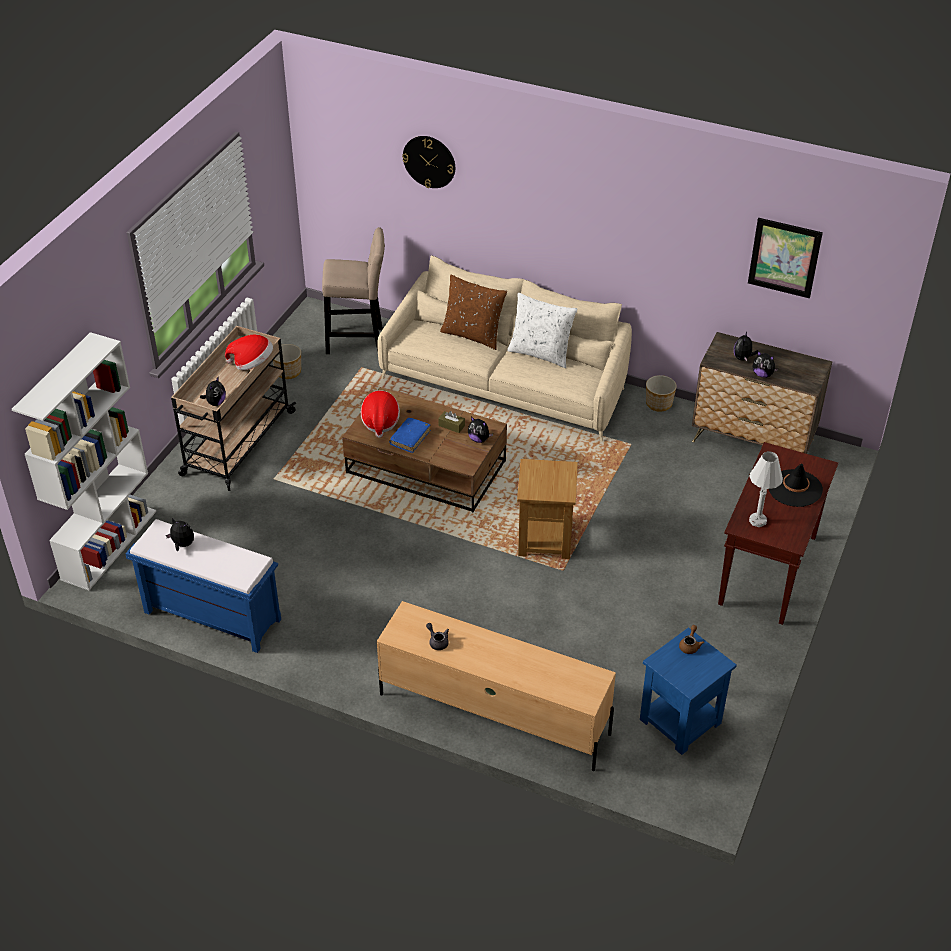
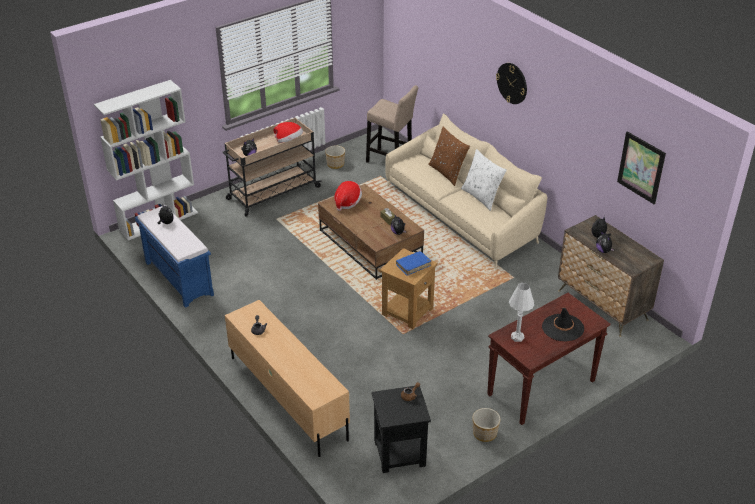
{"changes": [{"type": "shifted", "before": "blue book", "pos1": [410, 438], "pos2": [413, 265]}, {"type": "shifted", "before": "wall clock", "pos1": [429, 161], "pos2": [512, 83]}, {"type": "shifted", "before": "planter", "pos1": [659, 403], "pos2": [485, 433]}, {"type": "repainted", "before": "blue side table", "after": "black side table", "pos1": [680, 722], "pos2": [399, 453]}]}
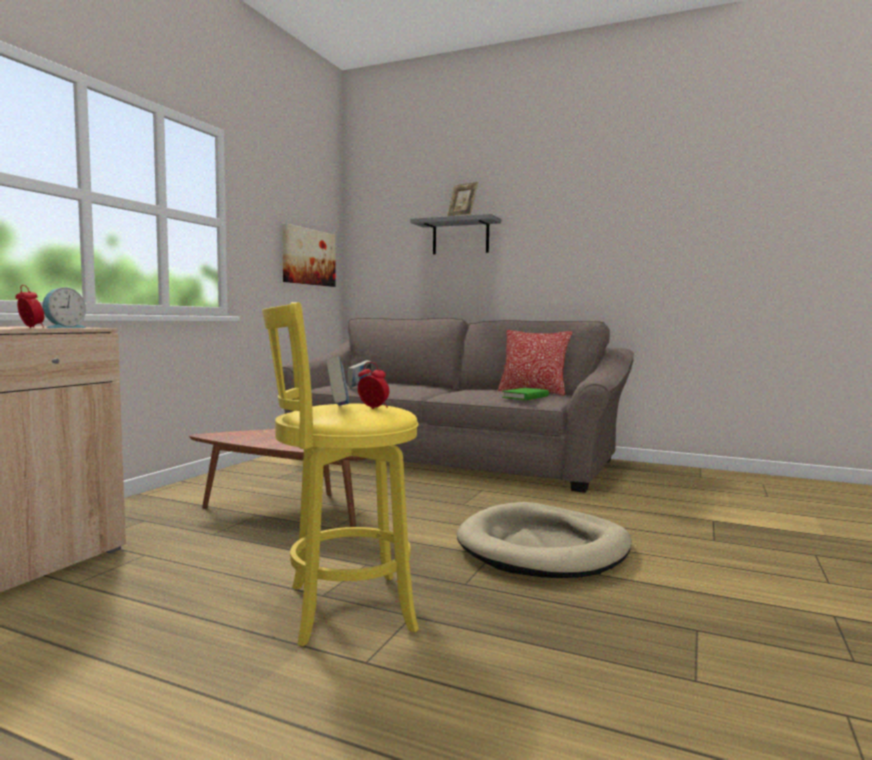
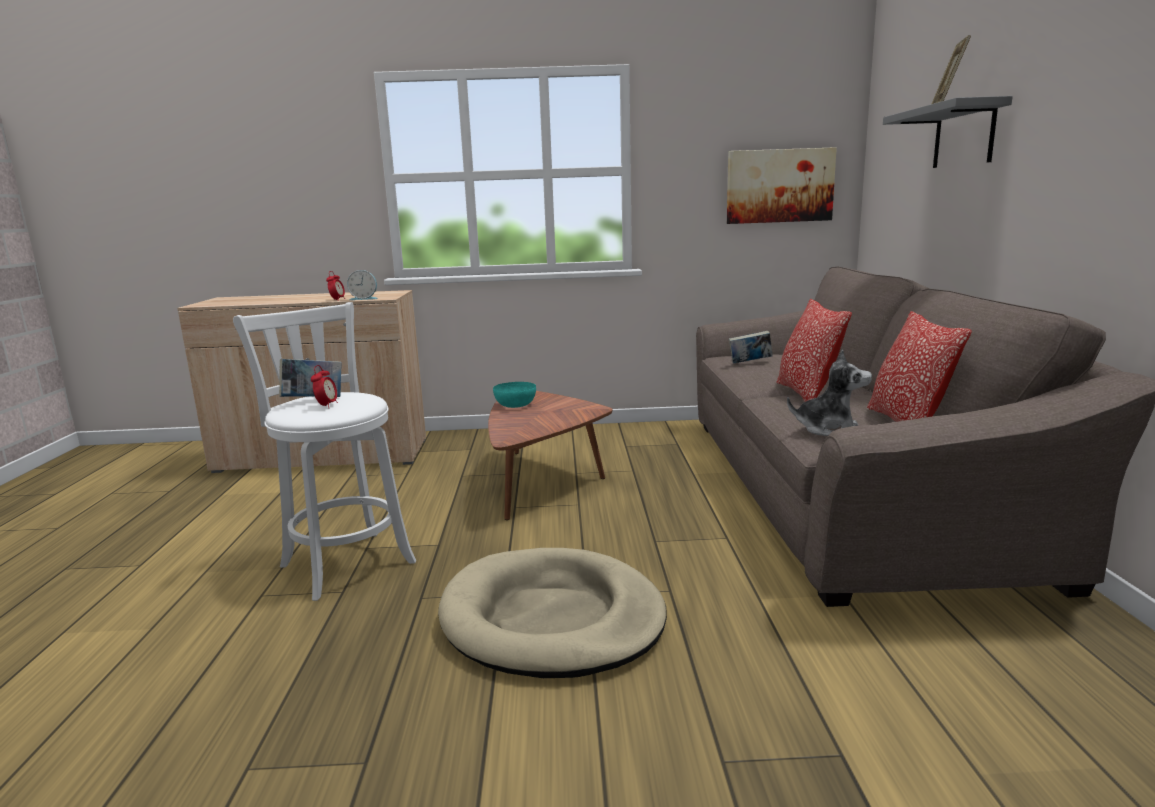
{"changes": [{"type": "new", "after": "turquoise bowl", "pos2": [515, 405]}, {"type": "new", "after": "pillow", "pos2": [807, 394]}, {"type": "swapped", "before": "green book", "after": "plush toy", "pos1": [525, 397], "pos2": [829, 429]}, {"type": "repainted", "before": "yellow stool", "after": "white stool", "pos1": [342, 608], "pos2": [345, 561]}]}
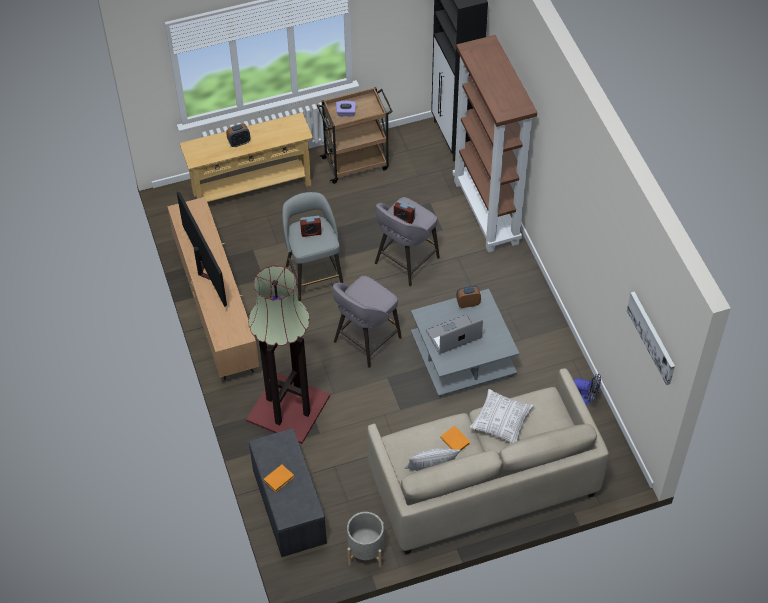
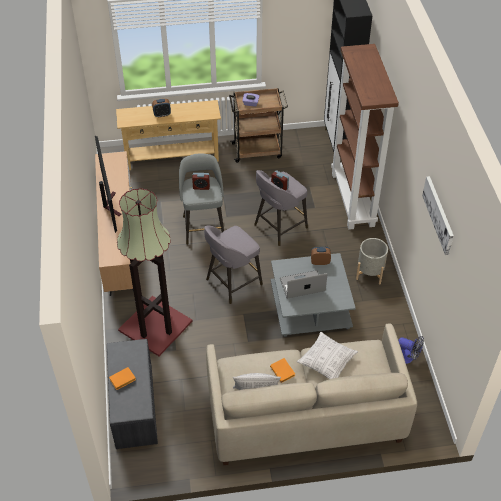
{"changes": [{"type": "shifted", "before": "grey planter", "pos1": [366, 551], "pos2": [370, 272]}, {"type": "shifted", "before": "picture", "pos1": [652, 337], "pos2": [439, 214]}]}
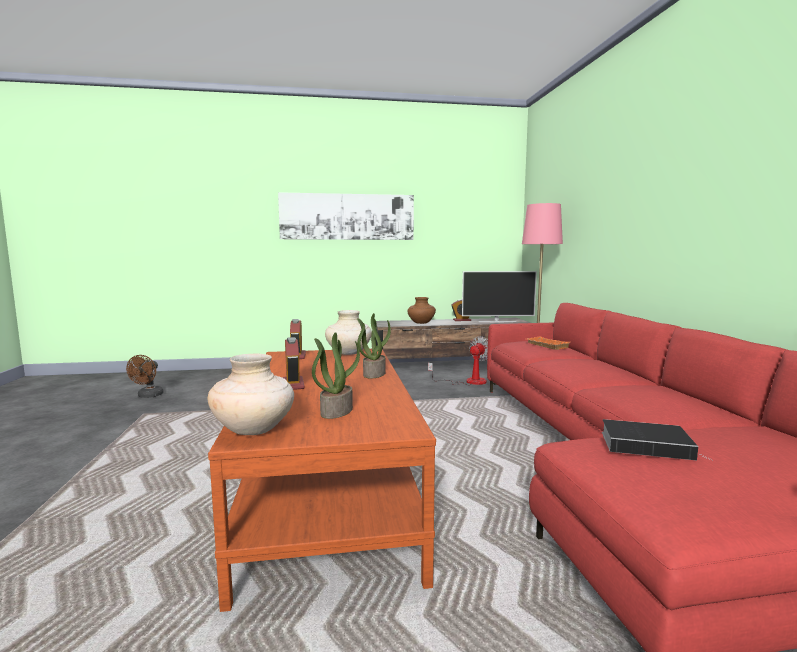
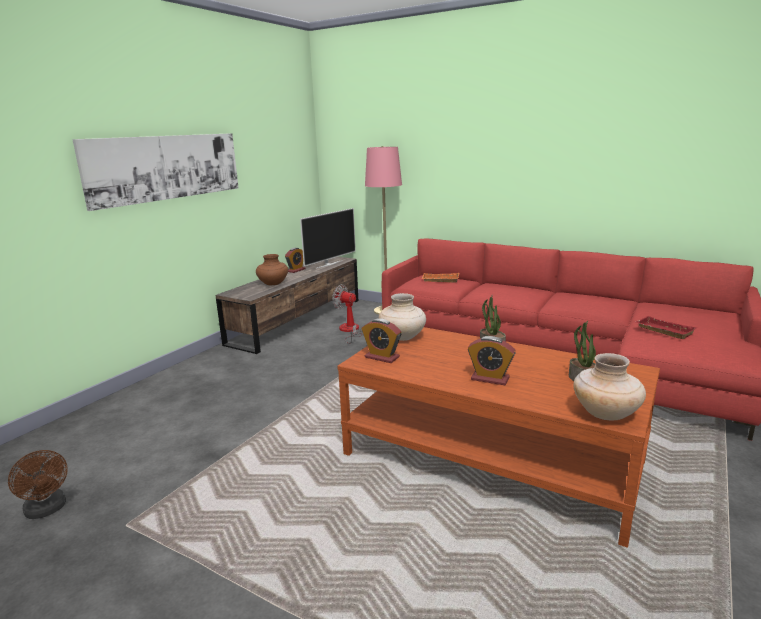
{"changes": [{"type": "swapped", "before": "book", "after": "red tray", "pos1": [648, 445], "pos2": [663, 331]}, {"type": "rotated", "before": "fan", "pos1": [468, 382], "pos2": [349, 331], "turn": -45}]}
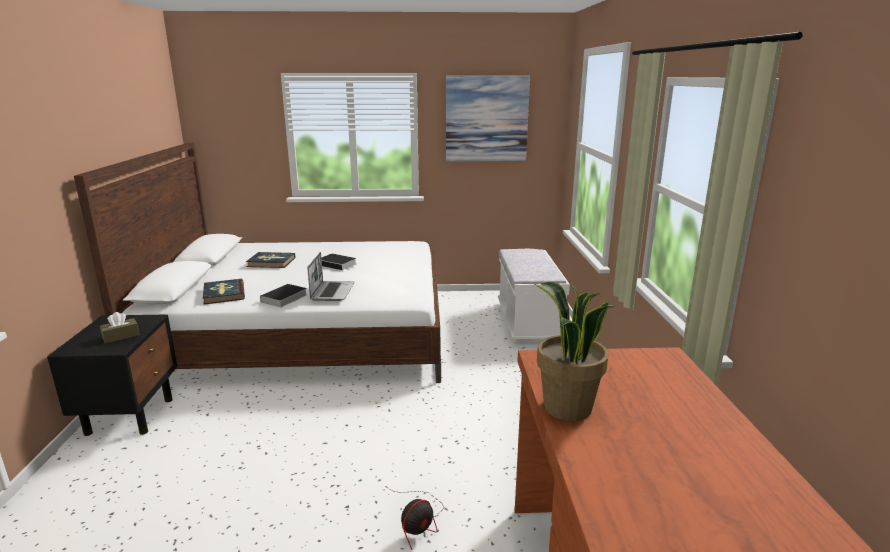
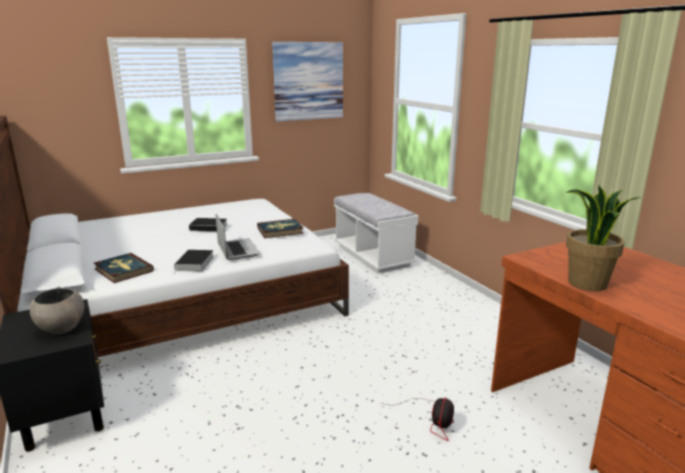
{"changes": [{"type": "shifted", "before": "book", "pos1": [271, 262], "pos2": [280, 230]}, {"type": "swapped", "before": "brown tissue box", "after": "grey bowl", "pos1": [121, 336], "pos2": [61, 328]}]}
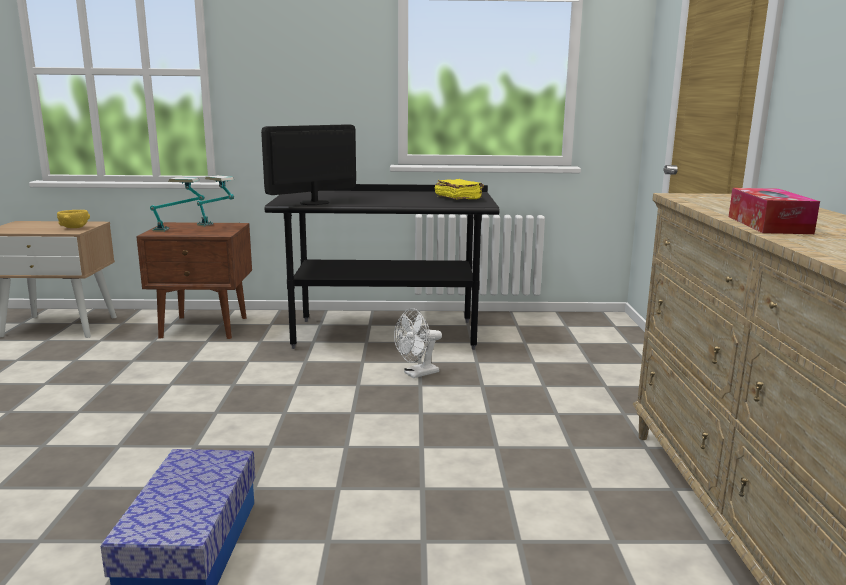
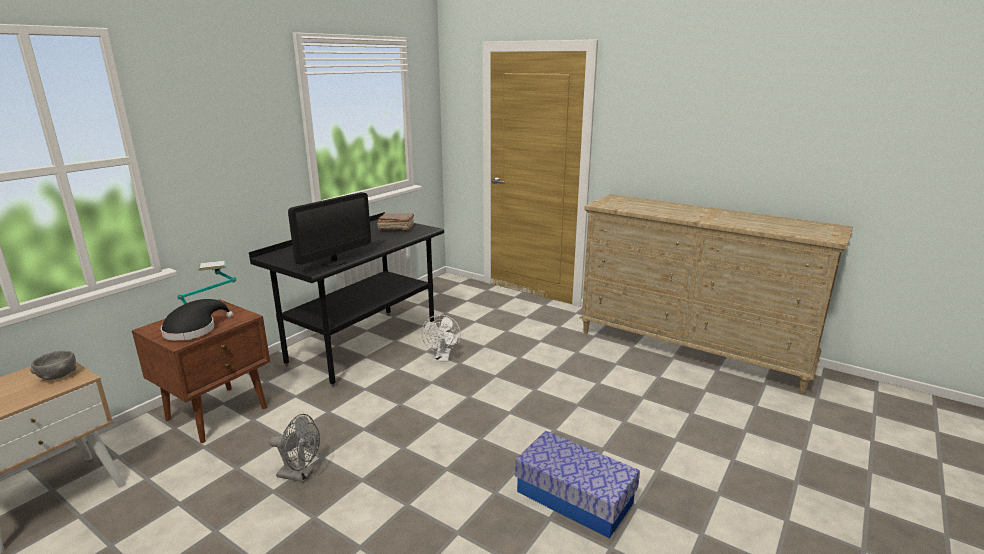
{"changes": [{"type": "gone", "before": "tissue box", "pos1": [768, 225]}, {"type": "new", "after": "grey fan", "pos2": [300, 475]}, {"type": "swapped", "before": "table lamp", "after": "black hat", "pos1": [180, 231], "pos2": [194, 330]}, {"type": "repainted", "before": "yellow bowl", "after": "grey bowl", "pos1": [74, 228], "pos2": [58, 376]}, {"type": "repainted", "before": "yellow book", "after": "brown book", "pos1": [458, 198], "pos2": [396, 228]}, {"type": "rotated", "before": "monitor", "pos1": [314, 203], "pos2": [334, 262], "turn": -135}]}
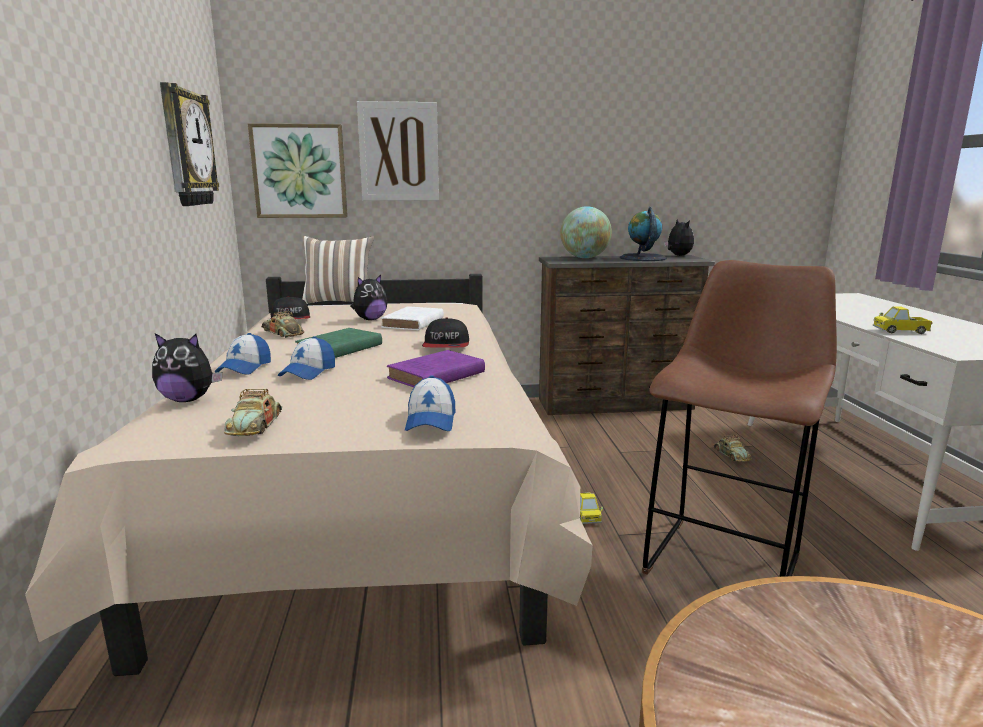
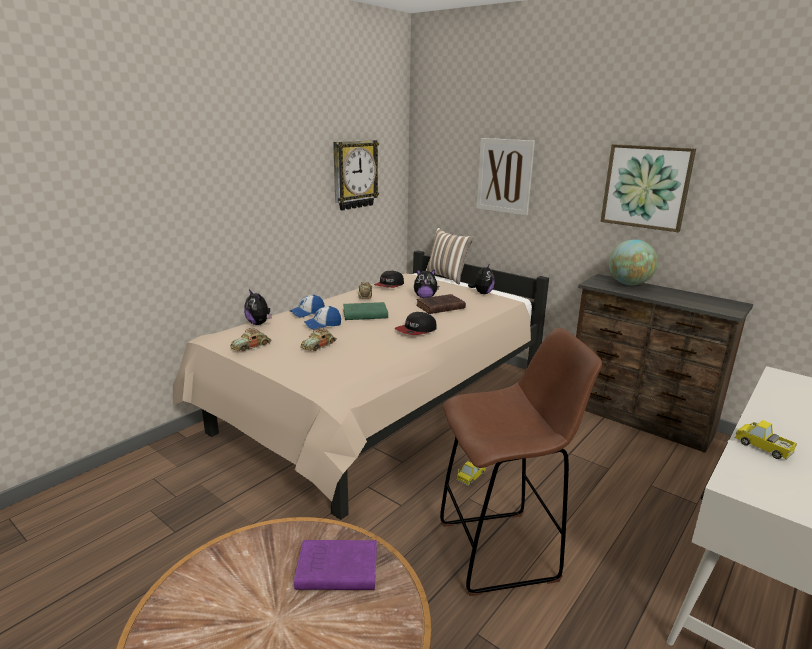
{"changes": [{"type": "gone", "before": "cap", "pos1": [430, 421]}, {"type": "gone", "before": "globe", "pos1": [642, 258]}, {"type": "shifted", "before": "picture", "pos1": [299, 171], "pos2": [646, 187]}, {"type": "shifted", "before": "purple book", "pos1": [434, 376], "pos2": [335, 569]}, {"type": "shifted", "before": "plush toy", "pos1": [678, 255], "pos2": [482, 293]}, {"type": "shifted", "before": "toy car", "pos1": [731, 455], "pos2": [319, 345]}, {"type": "repainted", "before": "white book", "after": "brown book", "pos1": [412, 323], "pos2": [439, 307]}]}
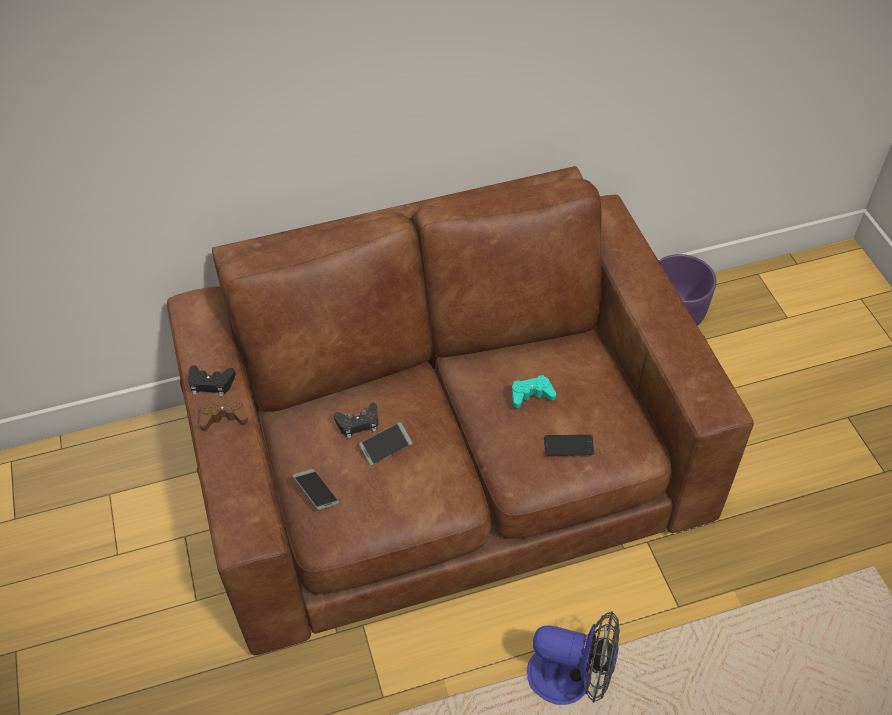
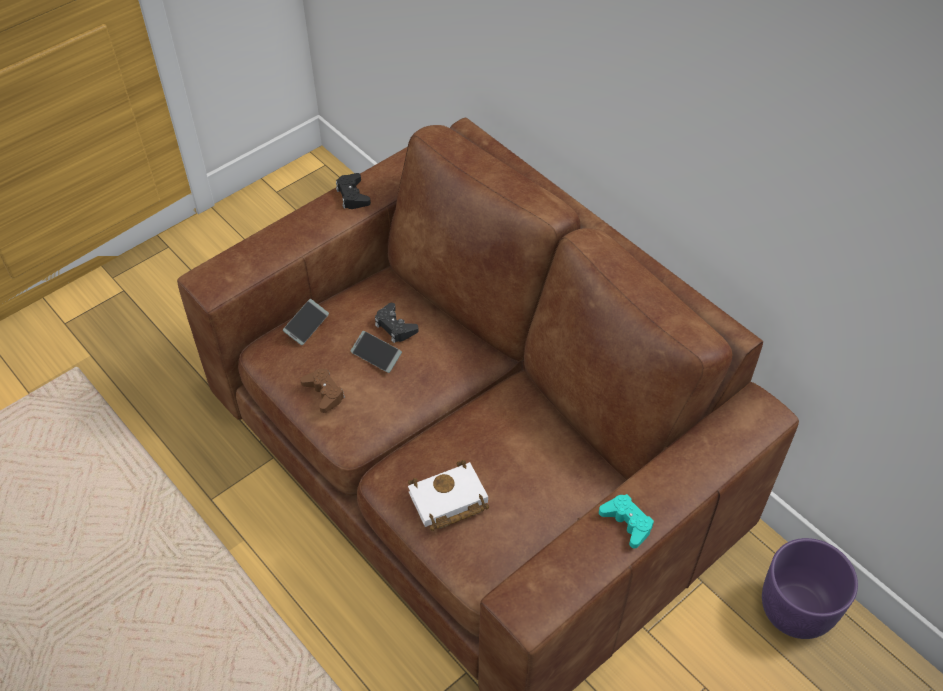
{"changes": [{"type": "gone", "before": "fan", "pos1": [571, 677]}, {"type": "shifted", "before": "brown game controller", "pos1": [224, 417], "pos2": [324, 393]}, {"type": "shifted", "before": "turquoise game controller", "pos1": [531, 395], "pos2": [627, 523]}, {"type": "swapped", "before": "phone", "after": "white book", "pos1": [568, 446], "pos2": [447, 501]}]}
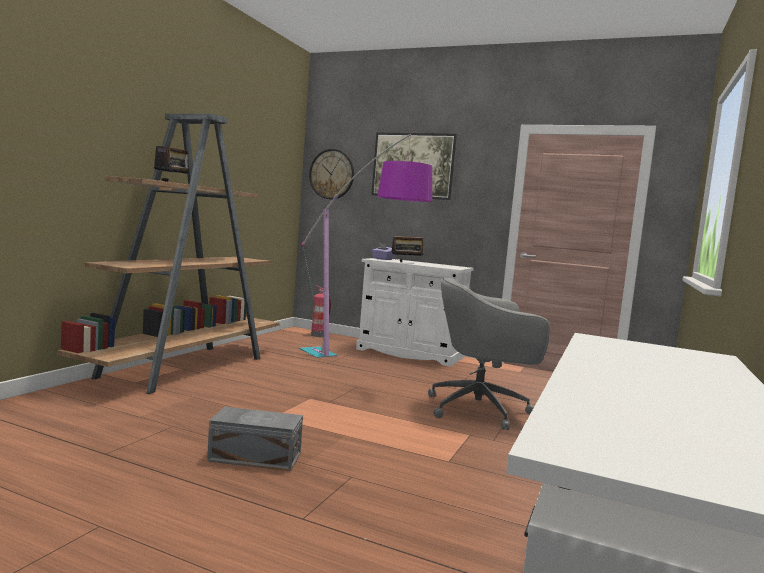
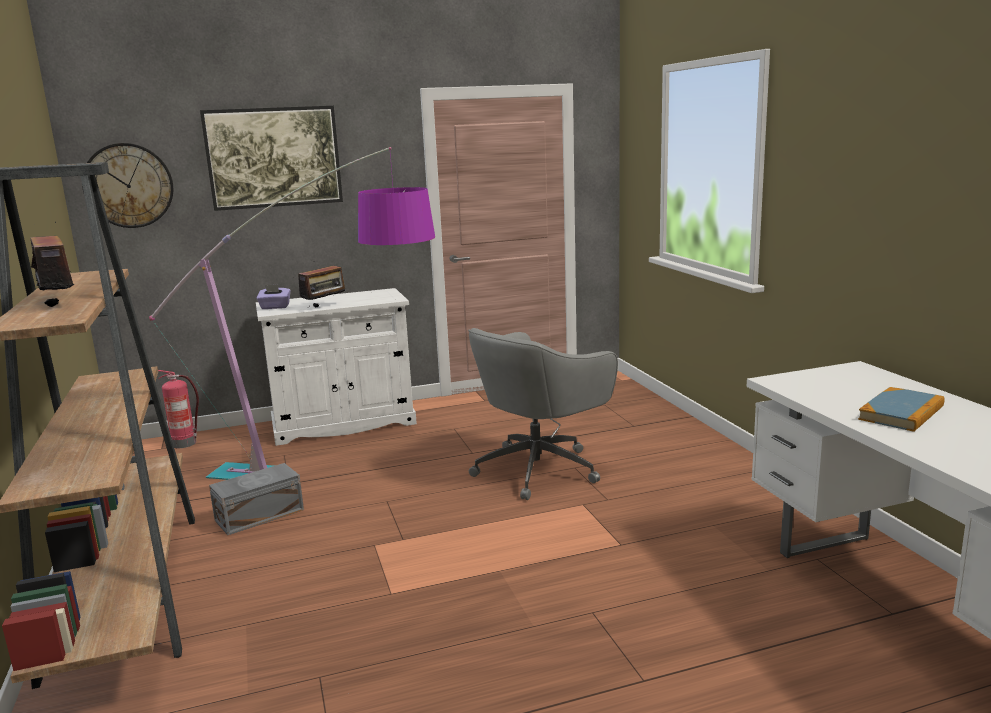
{"changes": [{"type": "new", "after": "book", "pos2": [901, 413]}, {"type": "shifted", "before": "grey storage box", "pos1": [254, 456], "pos2": [258, 515]}]}
